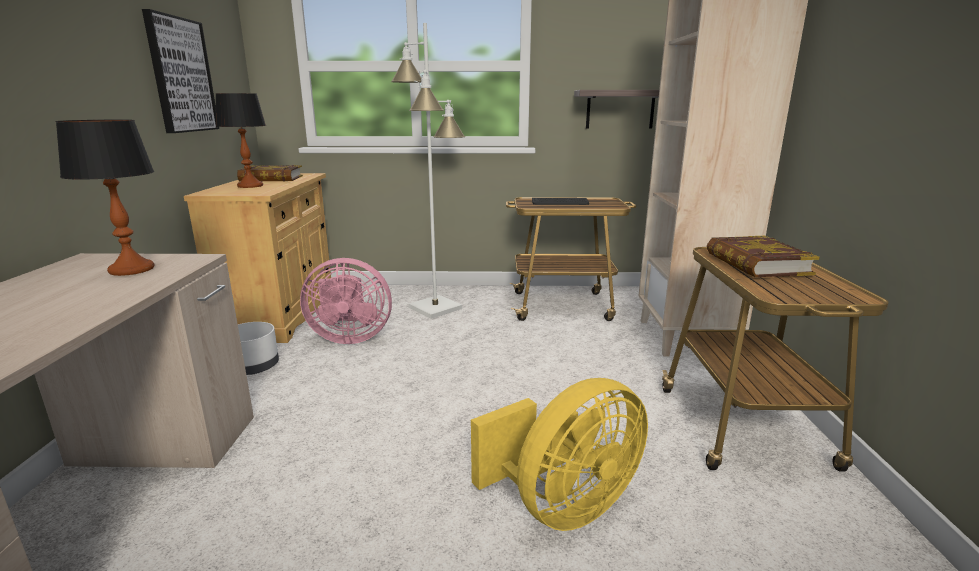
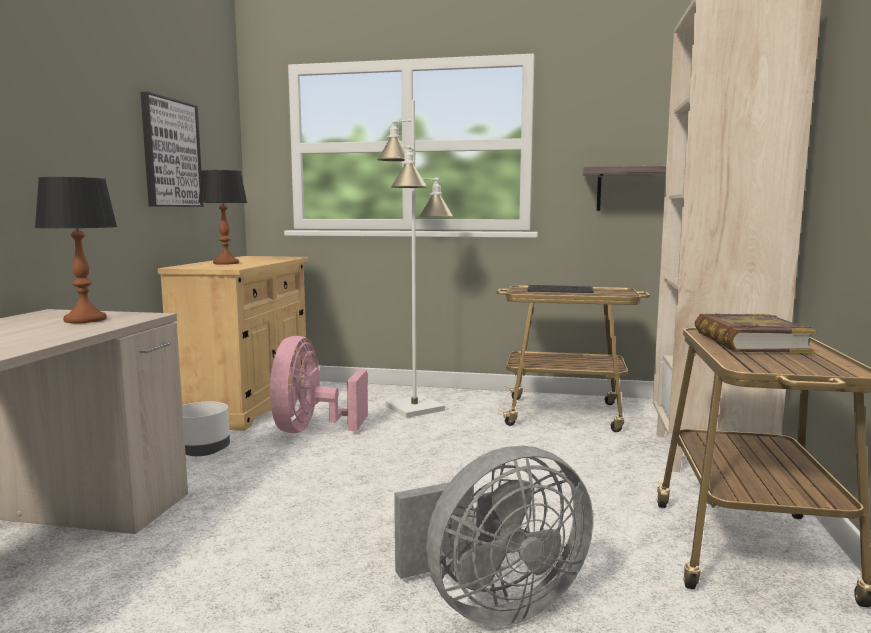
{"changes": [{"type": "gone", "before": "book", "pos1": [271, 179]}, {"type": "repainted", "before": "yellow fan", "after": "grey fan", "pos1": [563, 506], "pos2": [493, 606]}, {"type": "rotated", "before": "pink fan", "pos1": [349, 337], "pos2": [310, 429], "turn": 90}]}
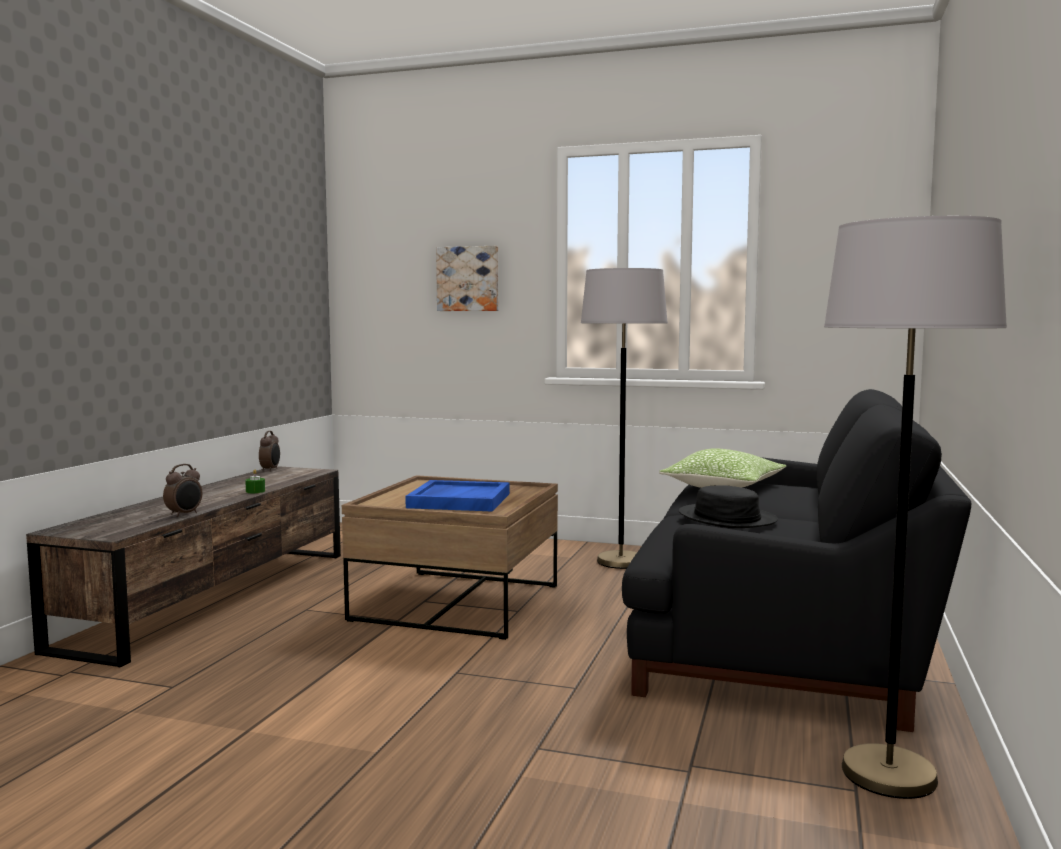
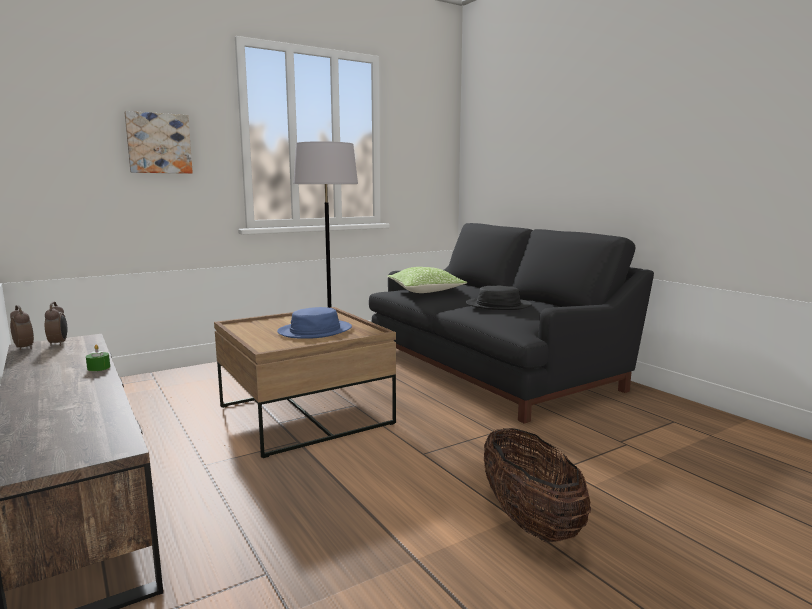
{"changes": [{"type": "gone", "before": "grey floor lamp", "pos1": [889, 775]}, {"type": "new", "after": "basket", "pos2": [529, 521]}, {"type": "shifted", "before": "alarm clock", "pos1": [184, 514], "pos2": [59, 343]}, {"type": "swapped", "before": "blue tray", "after": "blue hat", "pos1": [459, 500], "pos2": [315, 331]}]}
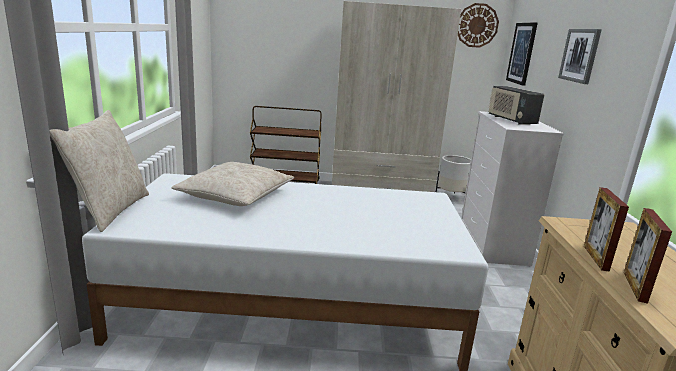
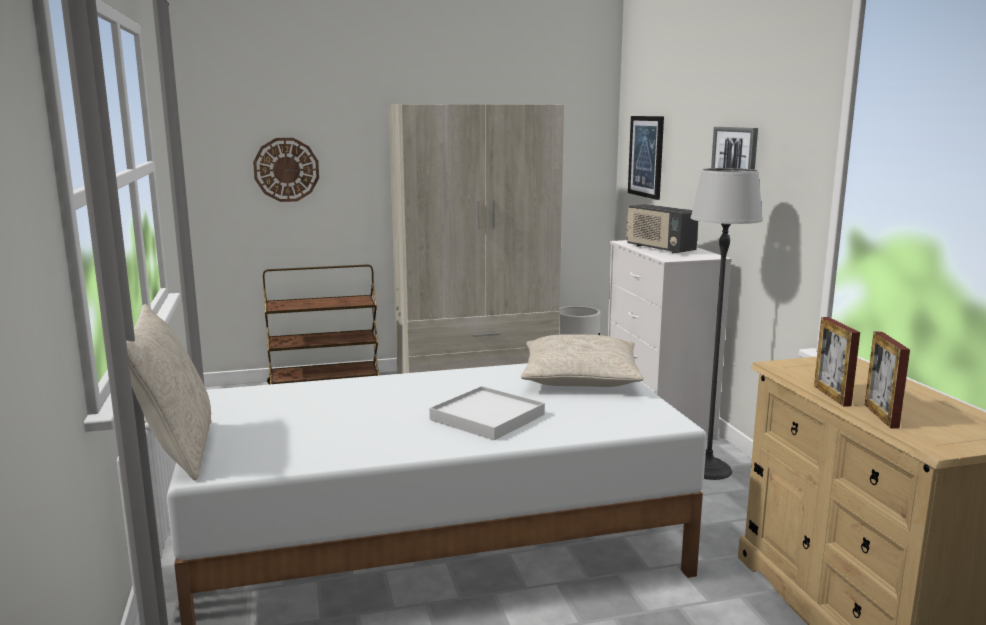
{"changes": [{"type": "new", "after": "white tray", "pos2": [487, 417]}, {"type": "new", "after": "floor lamp", "pos2": [708, 469]}, {"type": "shifted", "before": "beige pillow", "pos1": [235, 195], "pos2": [580, 377]}, {"type": "shifted", "before": "wall clock", "pos1": [477, 25], "pos2": [286, 169]}]}
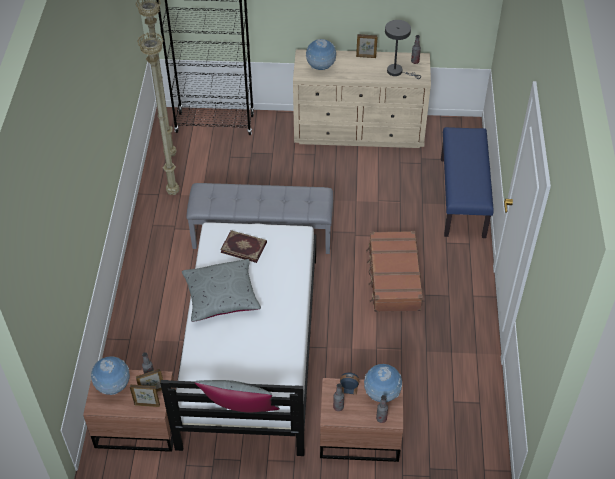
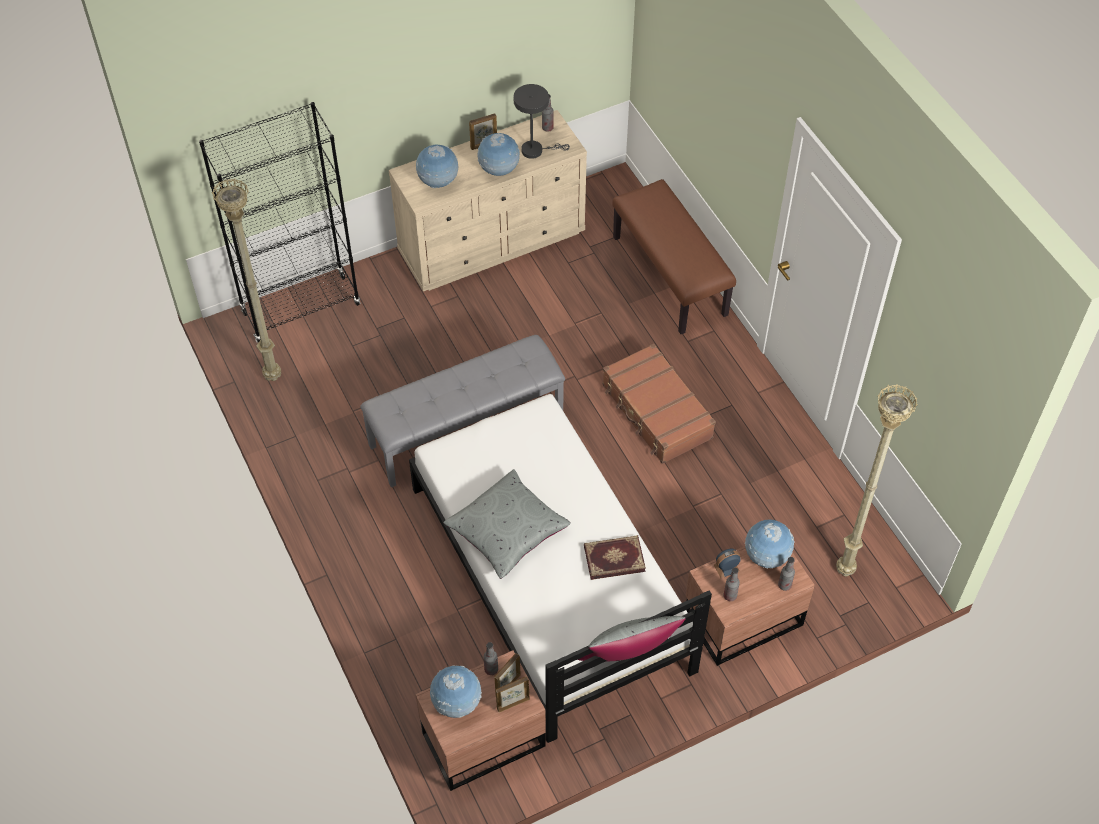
{"changes": [{"type": "new", "after": "globe", "pos2": [499, 171]}, {"type": "shifted", "before": "beige floor lamp", "pos1": [173, 192], "pos2": [844, 569]}, {"type": "shifted", "before": "book", "pos1": [244, 247], "pos2": [614, 557]}, {"type": "repainted", "before": "blue bench", "after": "brown bench", "pos1": [463, 198], "pos2": [670, 276]}]}
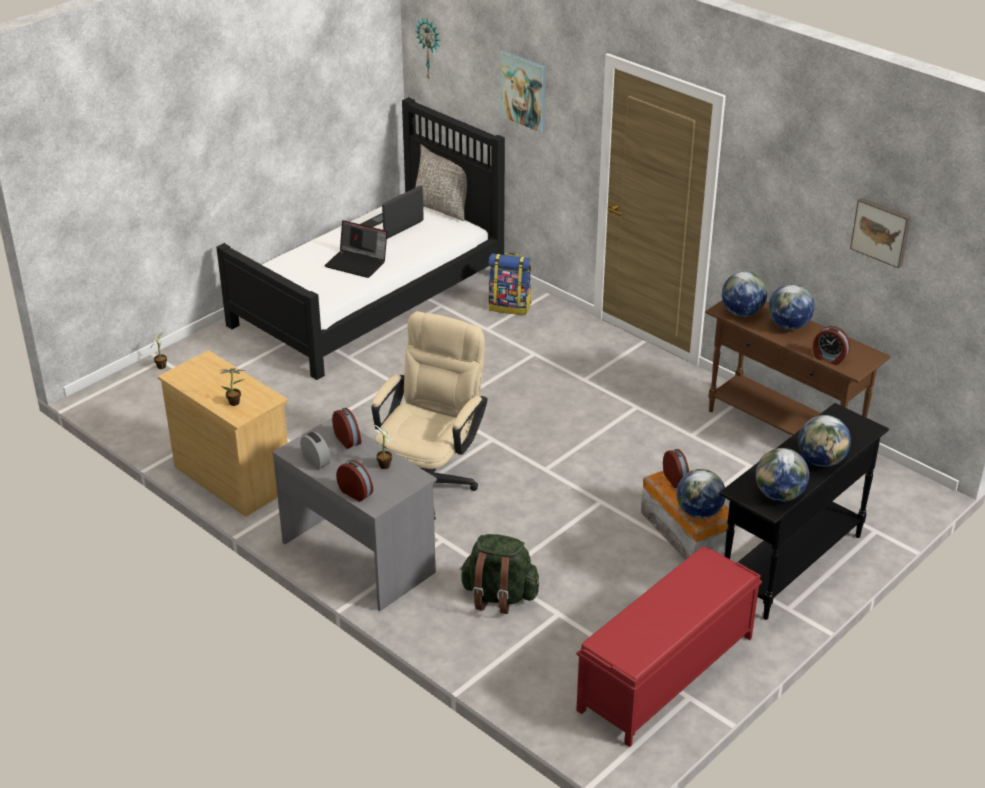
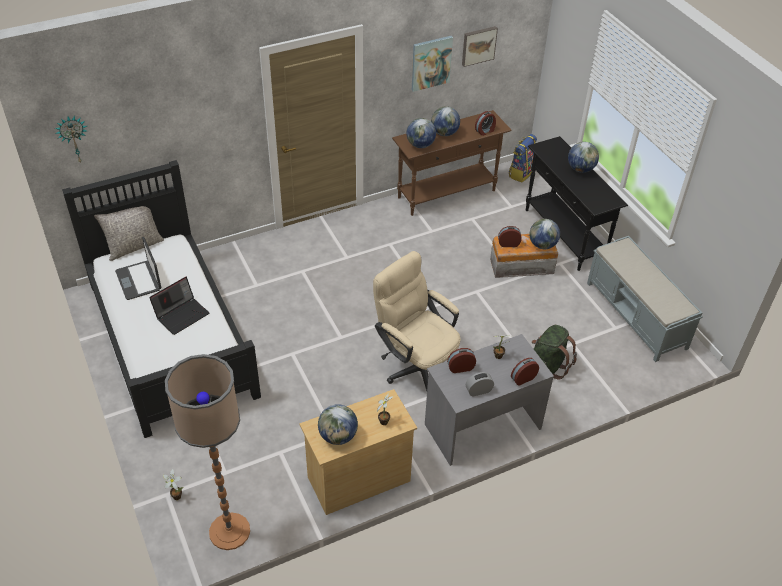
{"changes": [{"type": "new", "after": "floor lamp", "pos2": [229, 531]}, {"type": "shifted", "before": "backpack", "pos1": [510, 306], "pos2": [521, 173]}, {"type": "shifted", "before": "picture", "pos1": [524, 91], "pos2": [431, 63]}, {"type": "shifted", "before": "globe", "pos1": [779, 495], "pos2": [338, 436]}, {"type": "repainted", "before": "red bench", "after": "grey bench", "pos1": [665, 674], "pos2": [636, 315]}]}
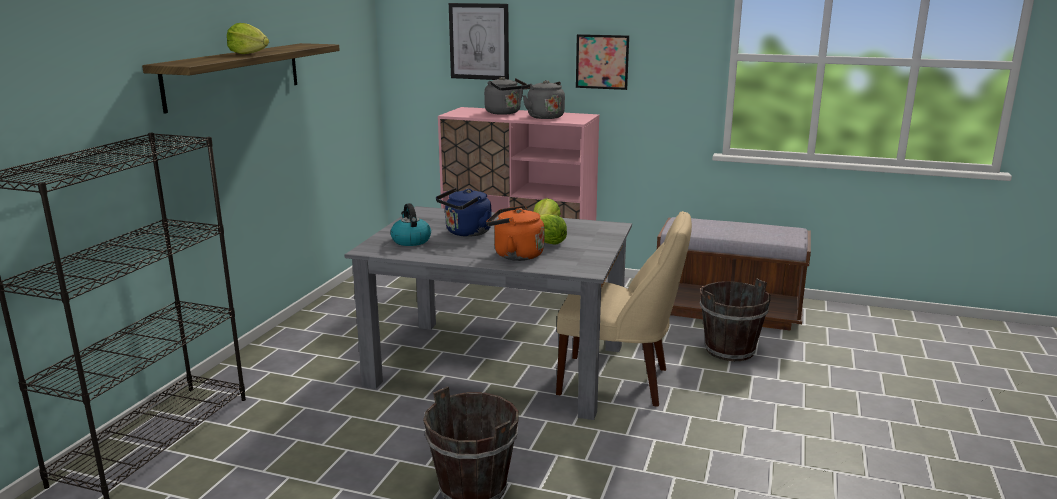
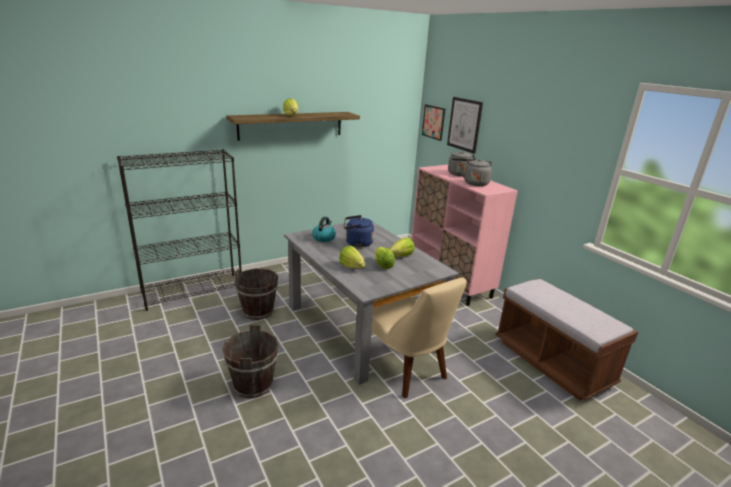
{"changes": [{"type": "shifted", "before": "picture", "pos1": [602, 61], "pos2": [433, 122]}, {"type": "shifted", "before": "brown bucket", "pos1": [729, 350], "pos2": [258, 311]}, {"type": "swapped", "before": "orange kettle", "after": "lettuce", "pos1": [515, 255], "pos2": [352, 266]}]}
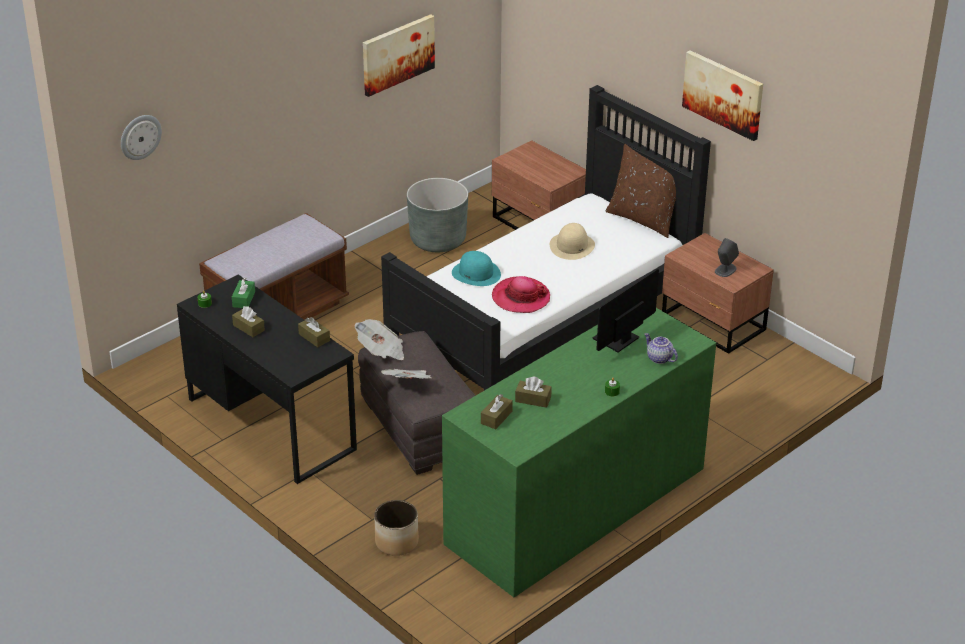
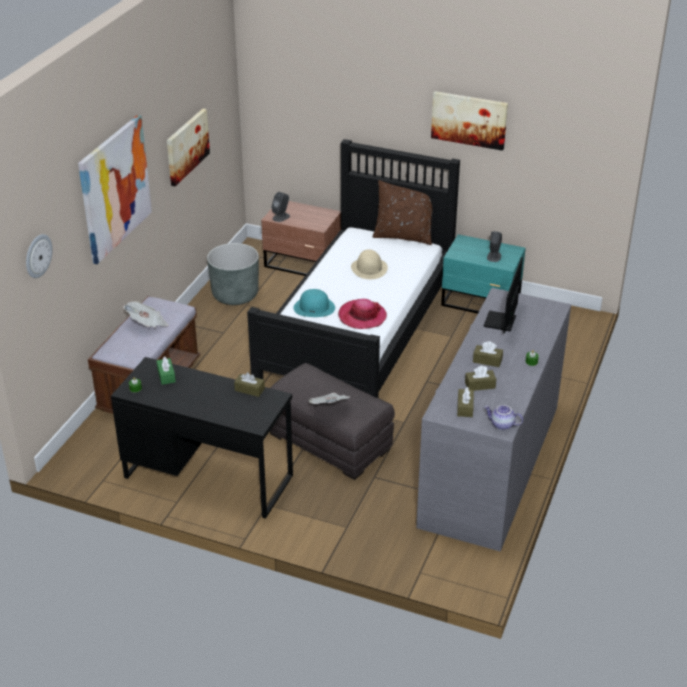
{"changes": [{"type": "gone", "before": "planter", "pos1": [396, 542]}, {"type": "new", "after": "picture", "pos2": [115, 188]}, {"type": "new", "after": "grey speaker", "pos2": [281, 217]}, {"type": "shifted", "before": "brown tissue box", "pos1": [248, 328], "pos2": [487, 360]}, {"type": "shifted", "before": "newspaper", "pos1": [381, 351], "pos2": [147, 324]}, {"type": "shifted", "before": "teapot", "pos1": [659, 358], "pos2": [502, 425]}, {"type": "repainted", "before": "green dresser", "after": "grey dresser", "pos1": [576, 505], "pos2": [490, 465]}, {"type": "repainted", "before": "brown nightstand", "after": "turquoise nightstand", "pos1": [713, 324], "pos2": [481, 302]}]}
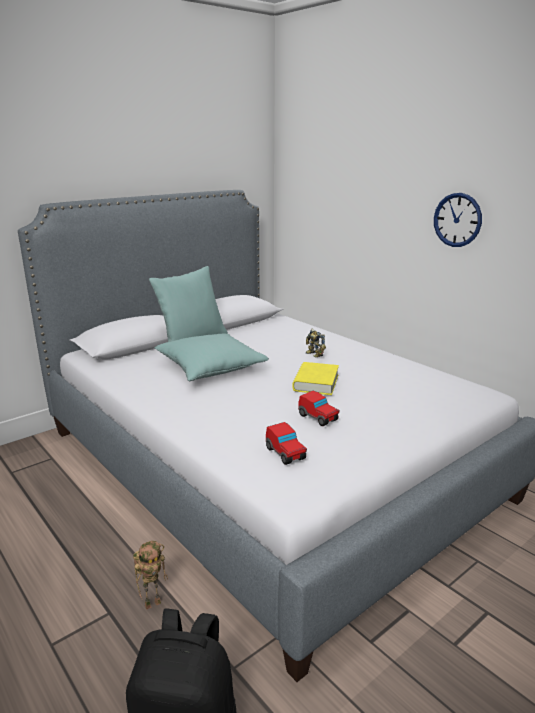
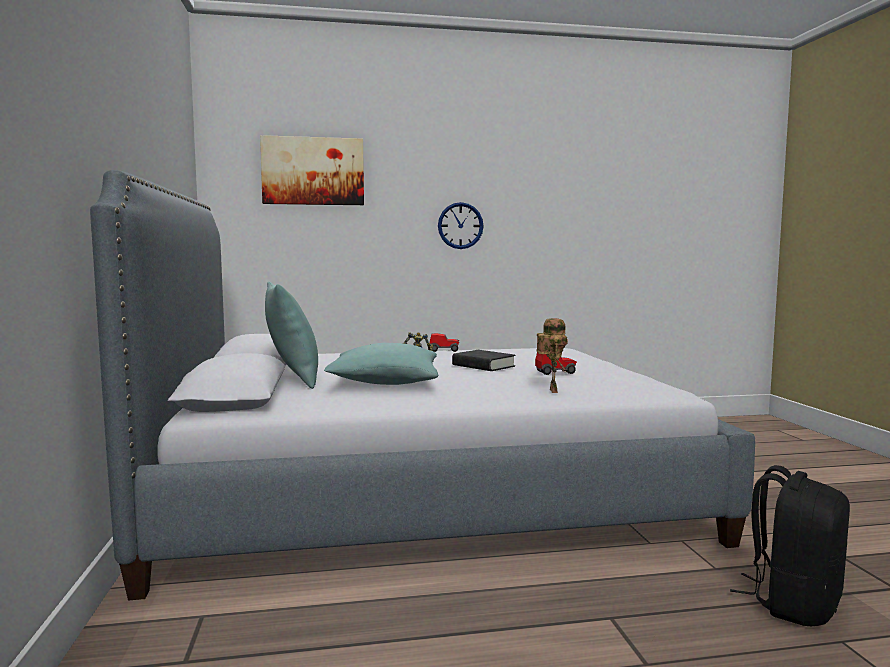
{"changes": [{"type": "new", "after": "picture", "pos2": [313, 171]}, {"type": "shifted", "before": "toy robot", "pos1": [153, 602], "pos2": [551, 391]}, {"type": "shifted", "before": "toy car", "pos1": [285, 454], "pos2": [444, 350]}, {"type": "repainted", "before": "yellow book", "after": "black book", "pos1": [316, 383], "pos2": [483, 366]}]}
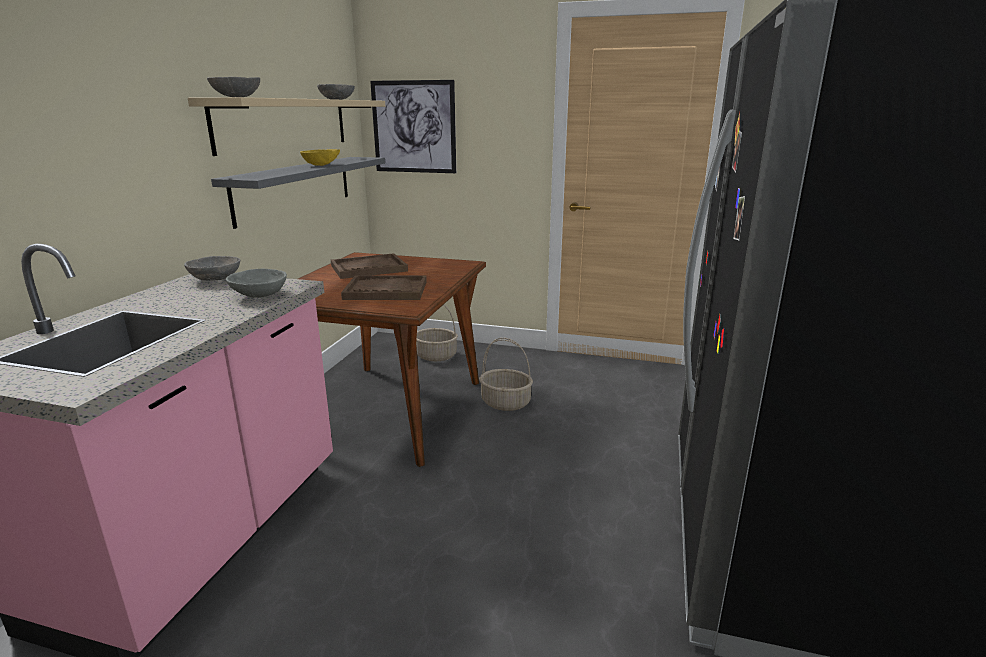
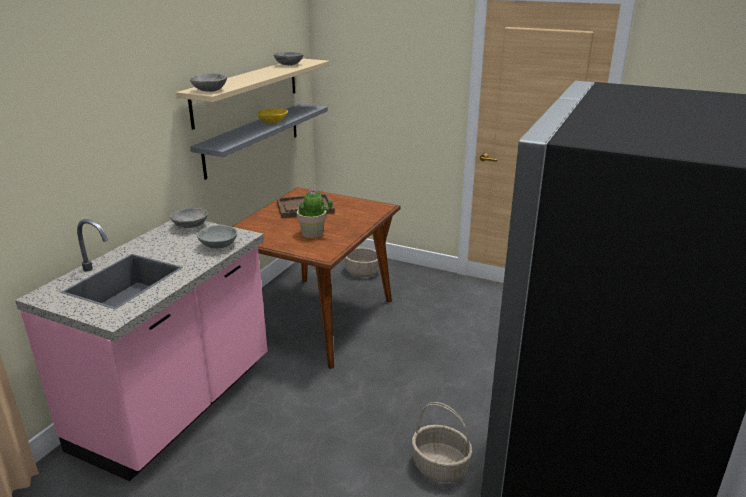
{"changes": [{"type": "gone", "before": "picture", "pos1": [414, 127]}, {"type": "shifted", "before": "basket", "pos1": [506, 402], "pos2": [441, 466]}, {"type": "swapped", "before": "brown tray", "after": "potted plant", "pos1": [385, 290], "pos2": [312, 234]}]}
